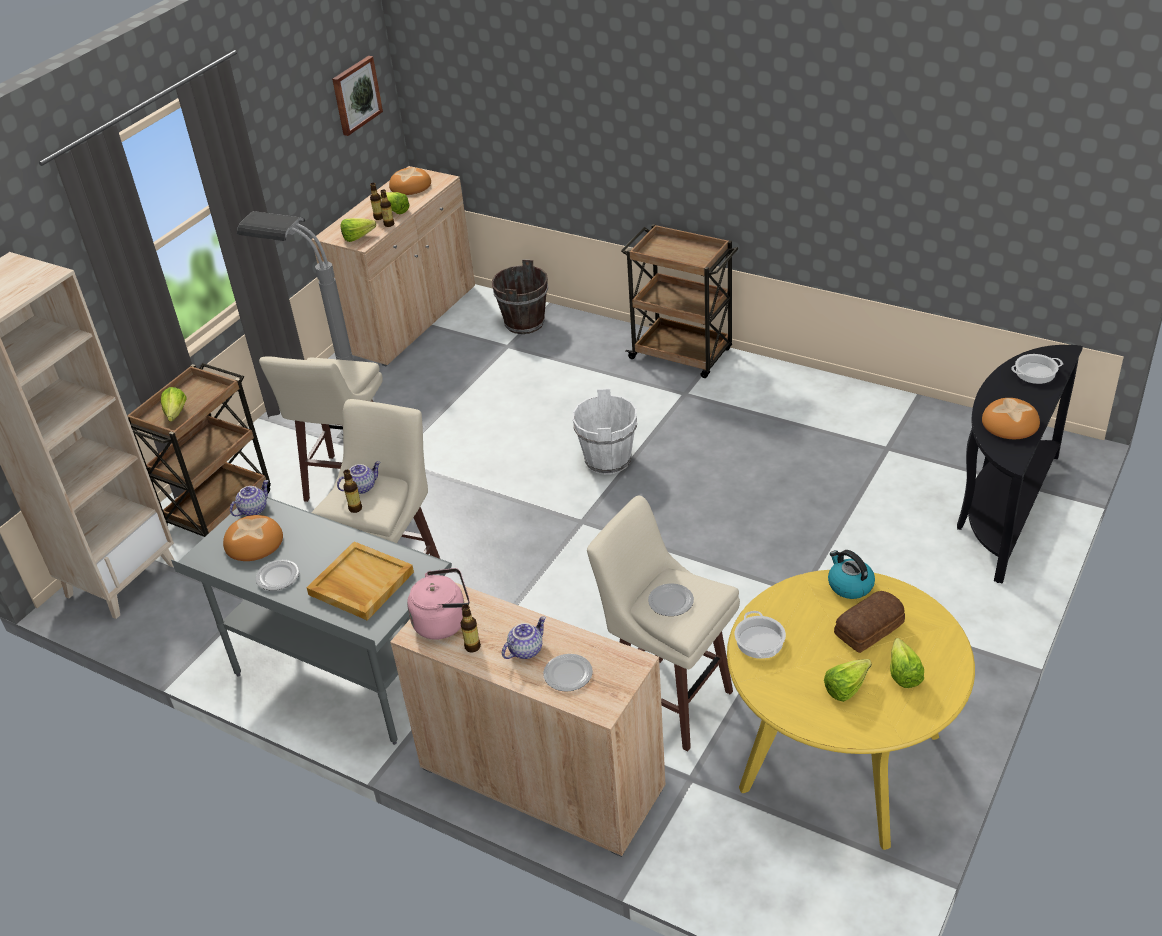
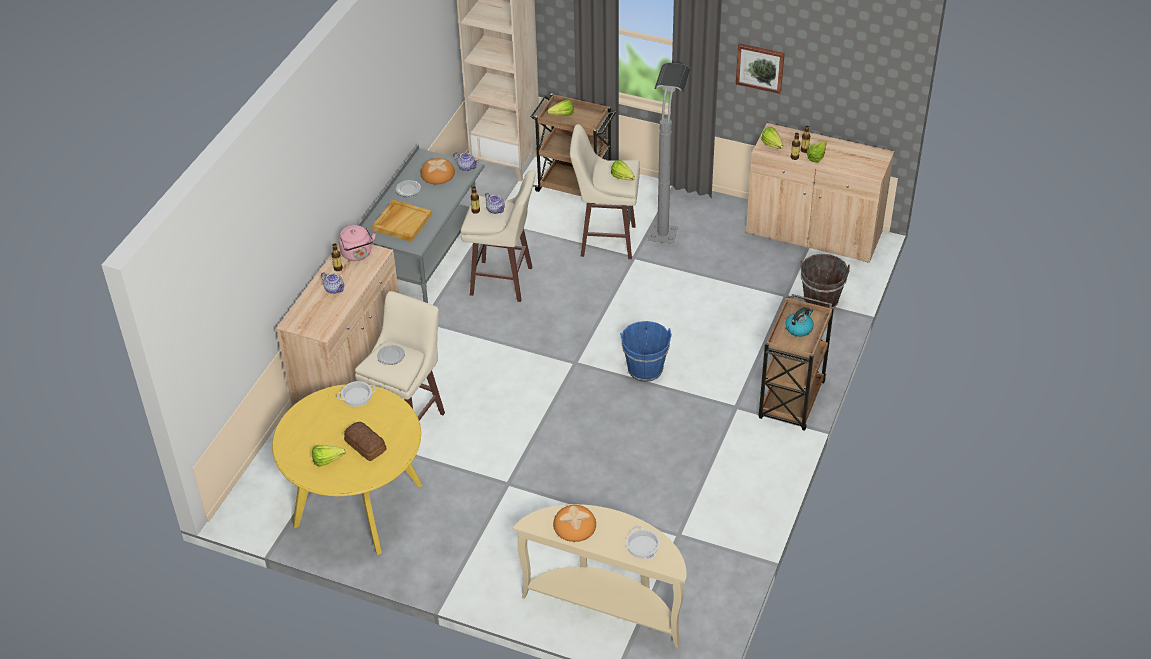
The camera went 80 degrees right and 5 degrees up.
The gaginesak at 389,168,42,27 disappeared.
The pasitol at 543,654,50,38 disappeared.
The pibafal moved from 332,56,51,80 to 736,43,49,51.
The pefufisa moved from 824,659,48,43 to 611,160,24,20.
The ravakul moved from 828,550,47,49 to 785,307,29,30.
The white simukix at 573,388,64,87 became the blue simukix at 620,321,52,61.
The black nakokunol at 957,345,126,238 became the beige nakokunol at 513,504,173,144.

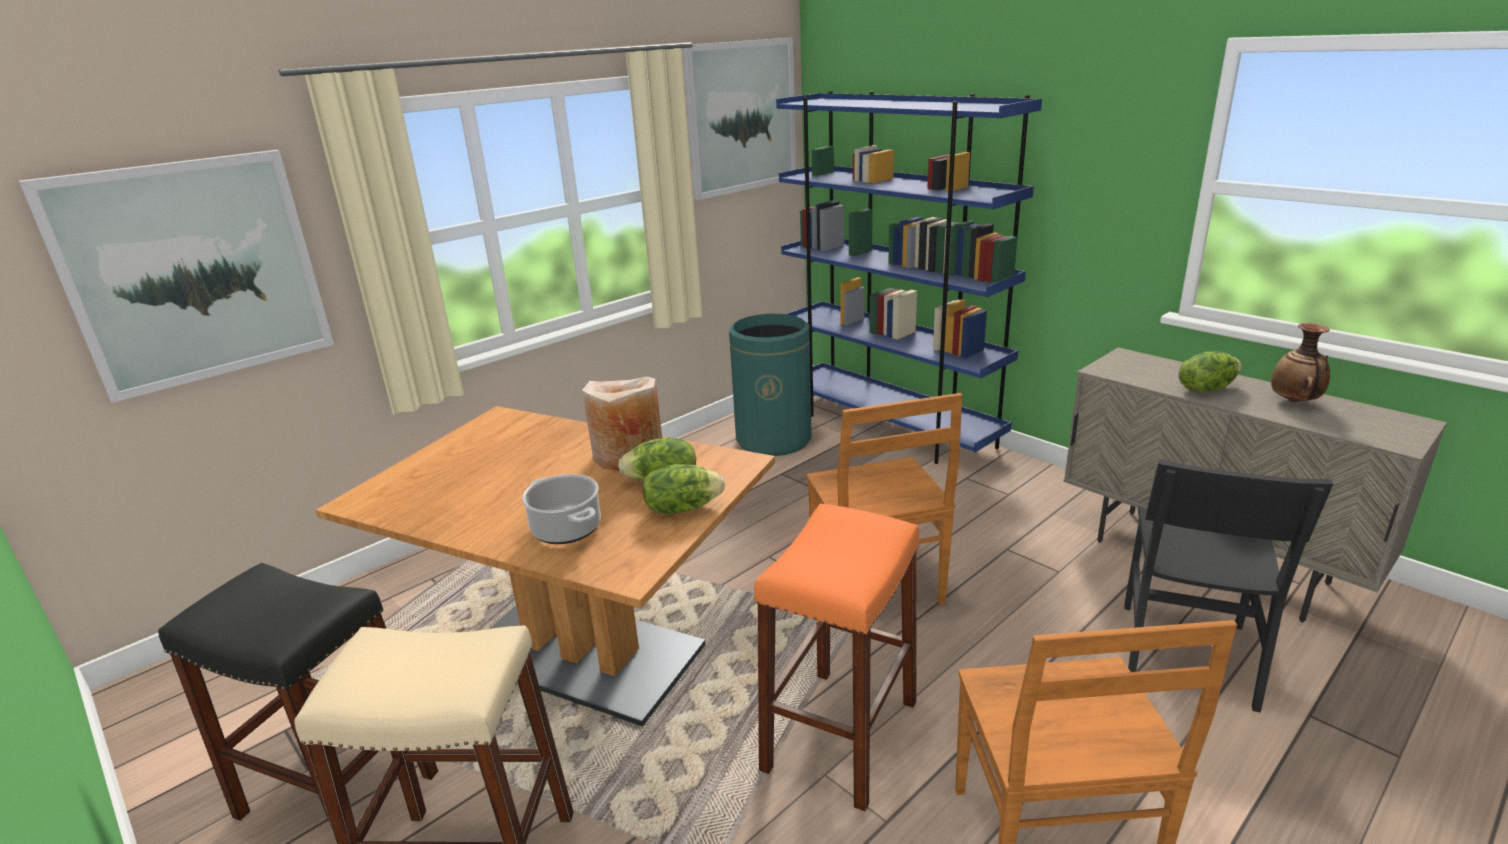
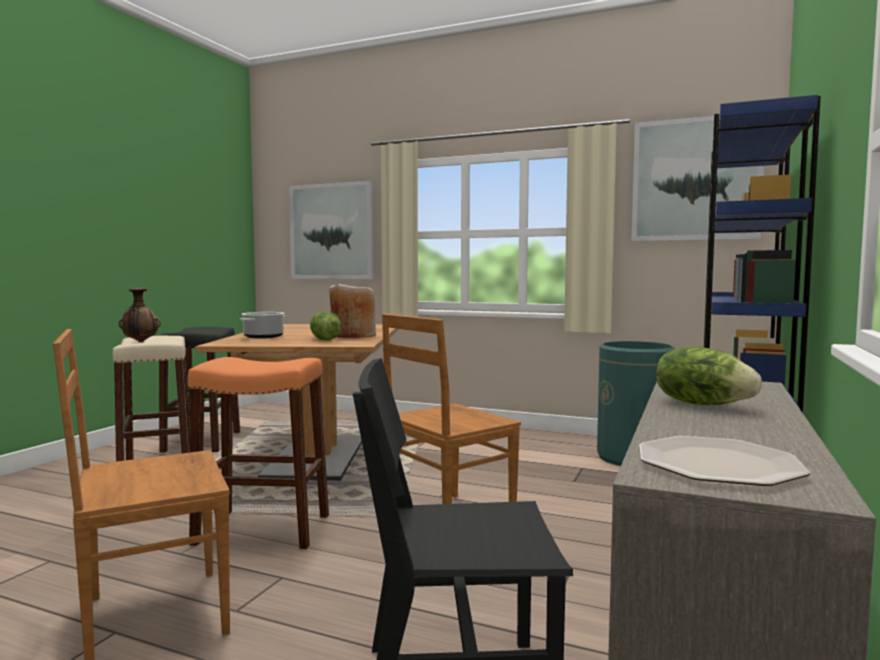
The camera went 65 degrees right and 20 degrees down.
The pefufisa at 643,464,82,50 disappeared.
The pasitol at 639,436,171,50 appeared.
The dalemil moved from 1271,323,59,79 to 119,288,42,54.

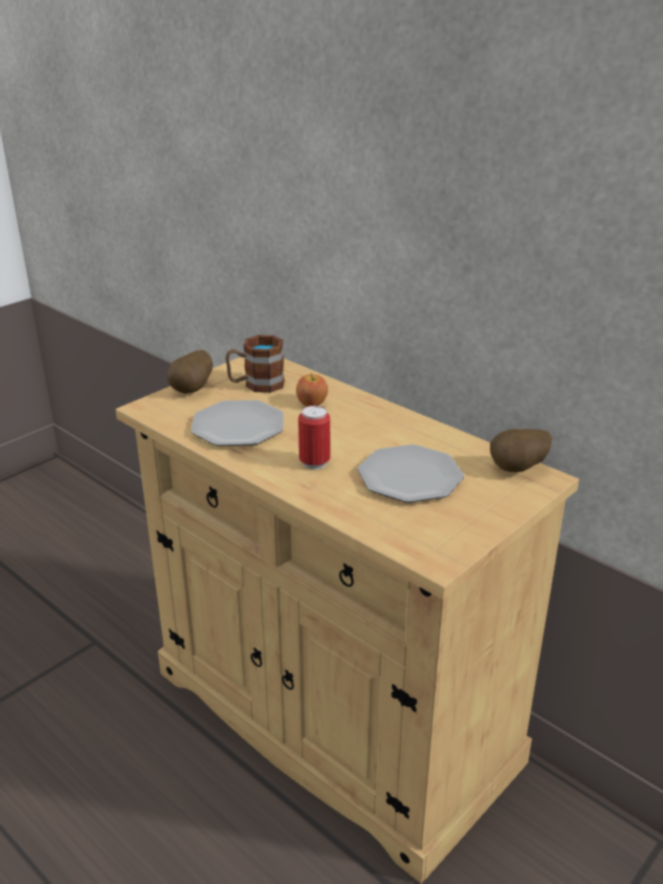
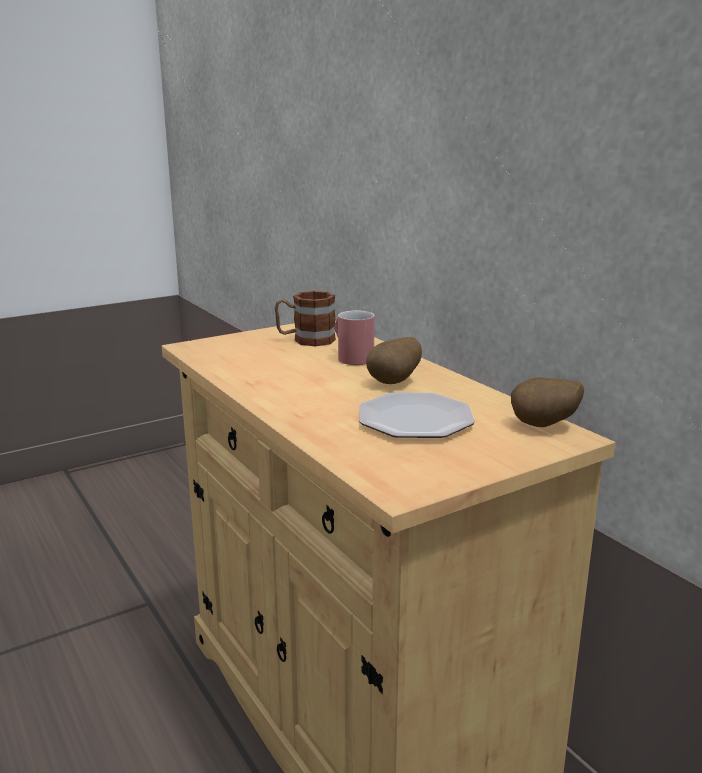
The camera went 15 degrees right and 10 degrees down.
The pasitol at 191,400,93,46 disappeared.
The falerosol at 298,405,32,65 disappeared.
The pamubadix moved from 167,350,46,44 to 366,337,56,47.
The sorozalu at 296,373,32,33 was replaced by the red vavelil at 334,310,41,55.

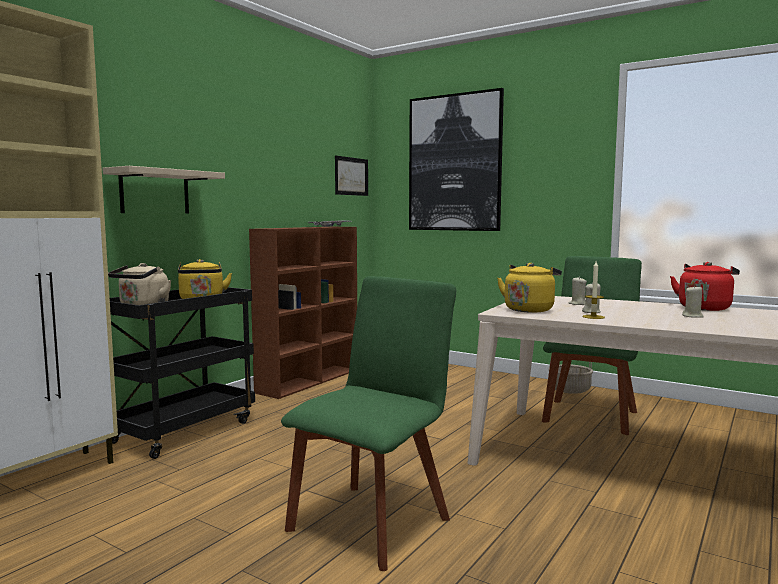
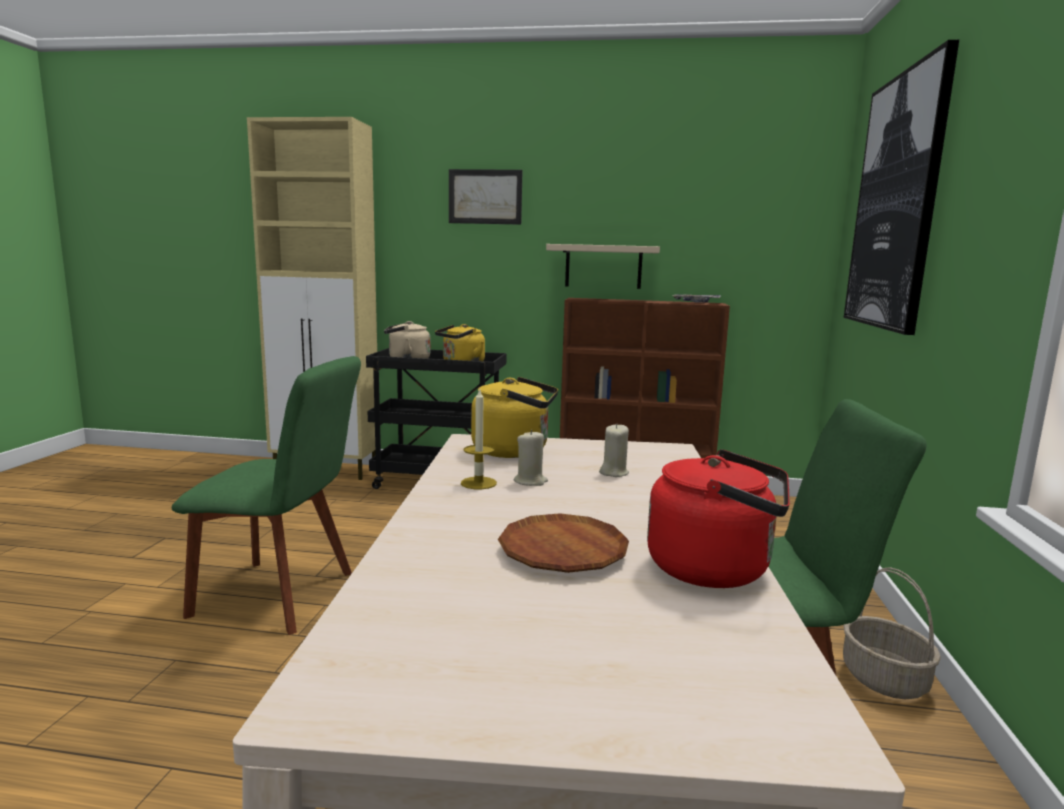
The camera went 65 degrees right and 5 degrees up.
The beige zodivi moved from 102,166,123,47 to 546,244,114,45.
The pibafal moved from 335,156,33,40 to 449,169,74,56.
The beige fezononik at 682,285,22,33 was replaced by the brown pasitol at 498,513,131,60.

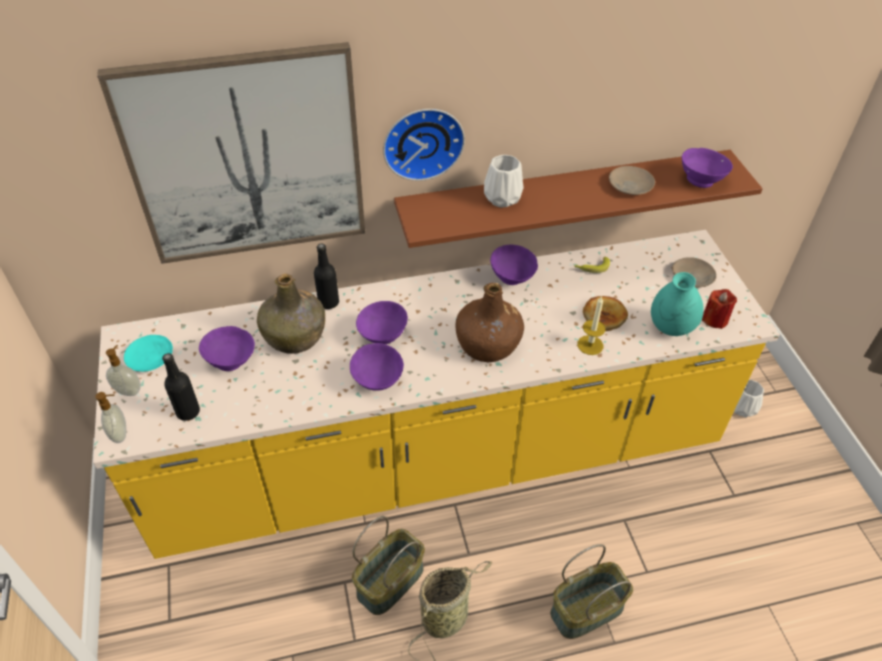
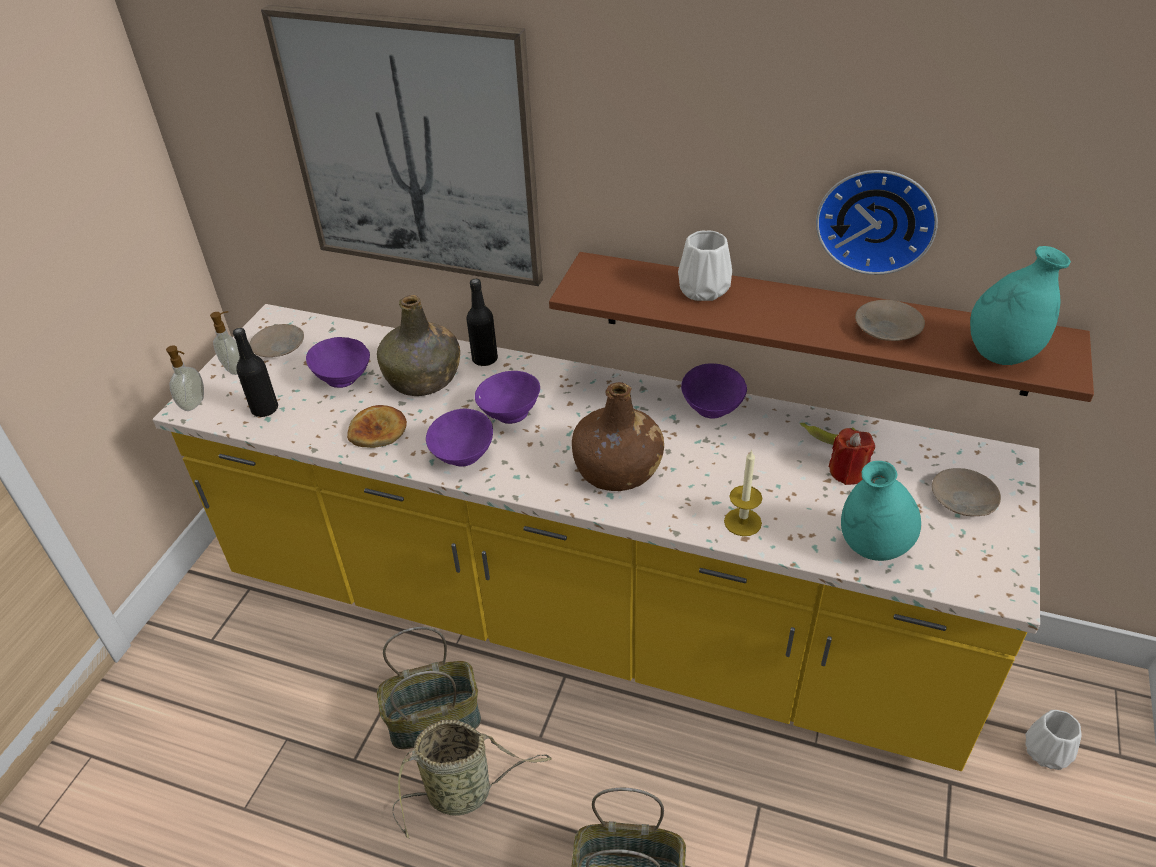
The camera went 35 degrees right and 5 degrees down.
The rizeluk moved from 383,109,82,72 to 816,170,122,105.
The gaginesak moved from 583,296,45,35 to 347,405,60,43.
The red fezononik moved from 702,289,35,40 to 829,428,46,57.
The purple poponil at 682,148,51,40 was replaced by the turquoise dalemil at 970,246,101,119.
The turquoise pasitol at 124,335,49,37 became the beige pasitol at 250,324,54,33.

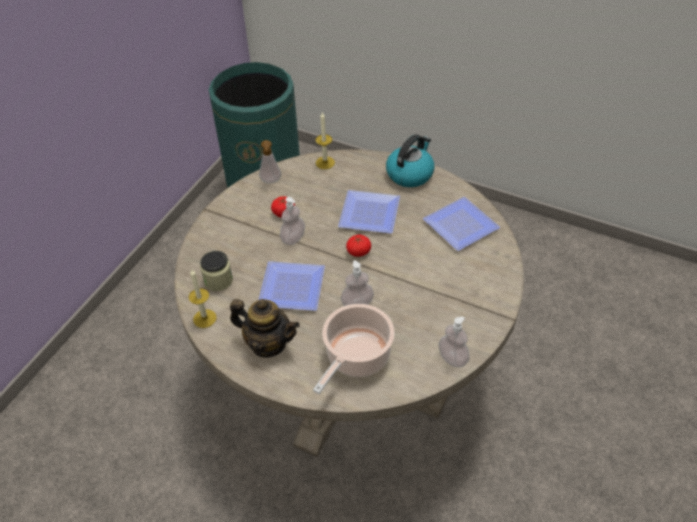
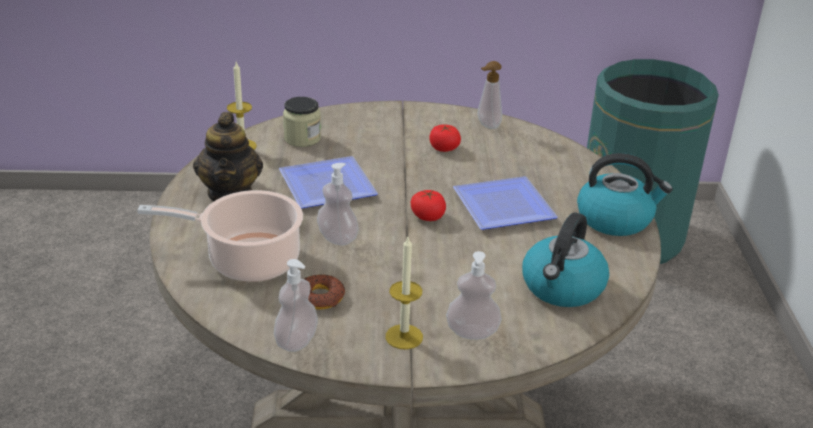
The camera went 60 degrees right and 15 degrees down.
The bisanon at 304,274,41,36 appeared.
The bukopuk moved from 280,197,25,48 to 446,251,56,89.
The fezononik moved from 316,112,19,57 to 385,237,38,113.
The pasitol at 423,197,77,54 was replaced by the ravakul at 522,212,87,95.

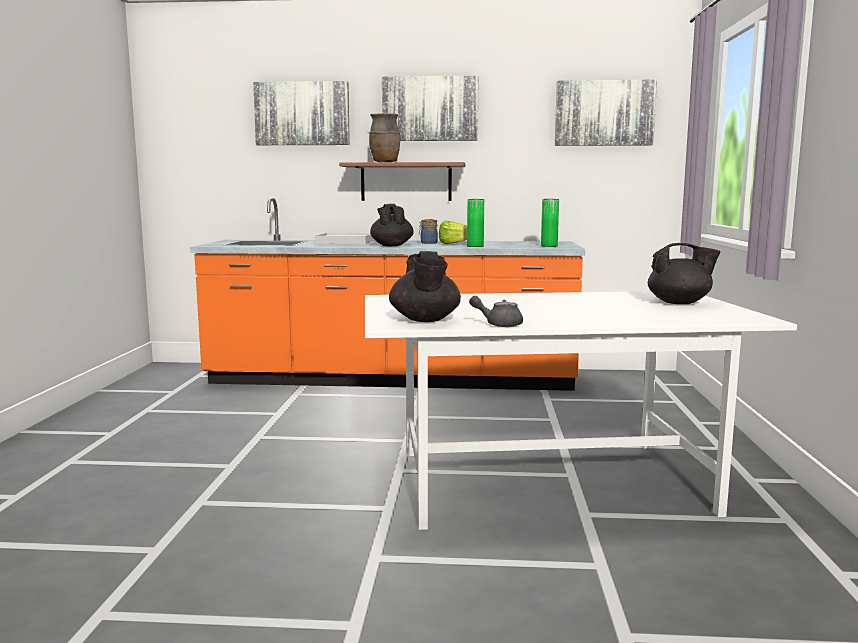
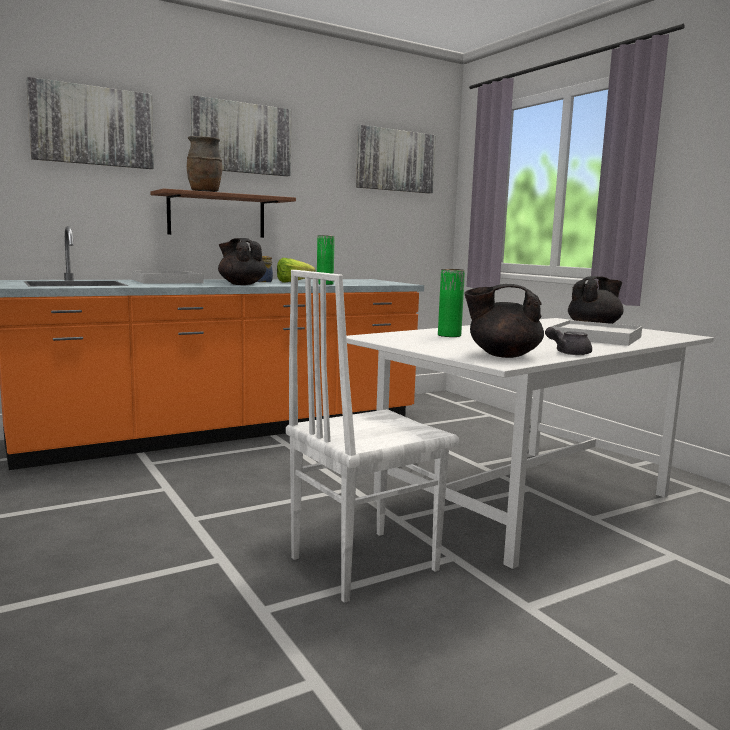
The camera went 35 degrees left and 0 degrees up.
The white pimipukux at 286,270,173,333 appeared.
The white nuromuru at 551,320,91,26 appeared.
The green dalemil moved from 541,199,18,48 to 438,269,27,68.
The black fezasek at 389,251,72,71 turned 135 degrees clockwise.

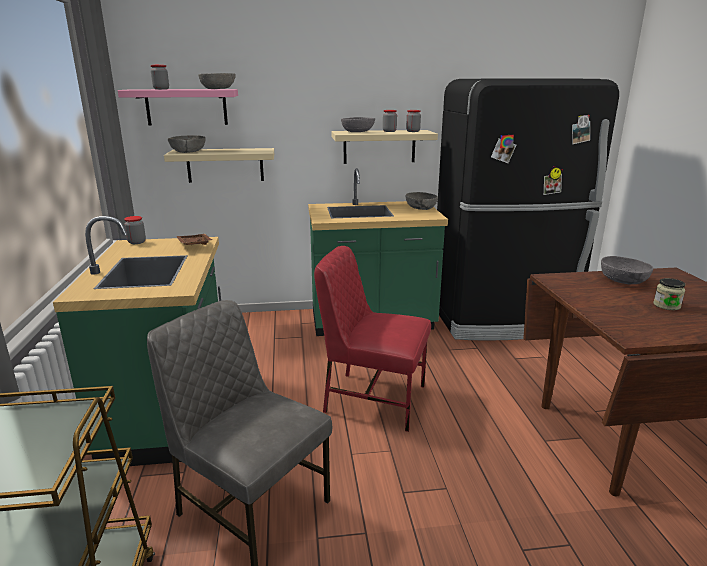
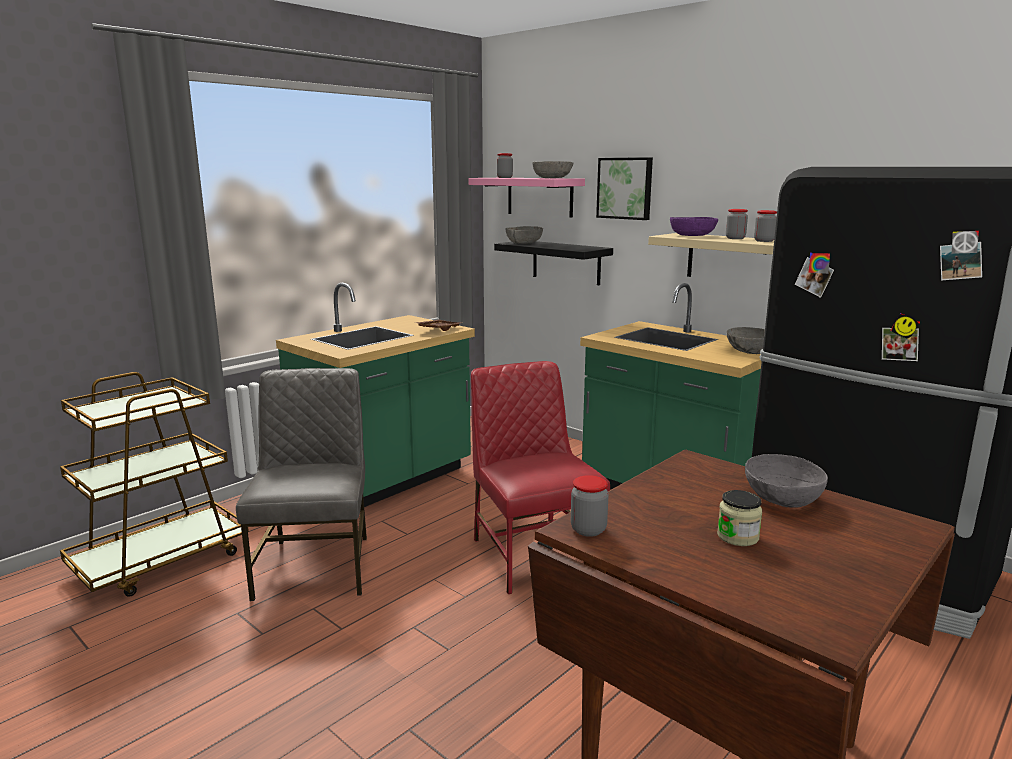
The camera went 50 degrees right and 5 degrees down.
The pibafal at 596,157,57,63 appeared.
The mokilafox moved from 124,216,22,28 to 571,475,38,62.
The beige zodivi at 164,148,110,35 became the black zodivi at 494,241,119,44.
The grey poponil at 341,117,34,15 became the purple poponil at 670,217,48,19.

